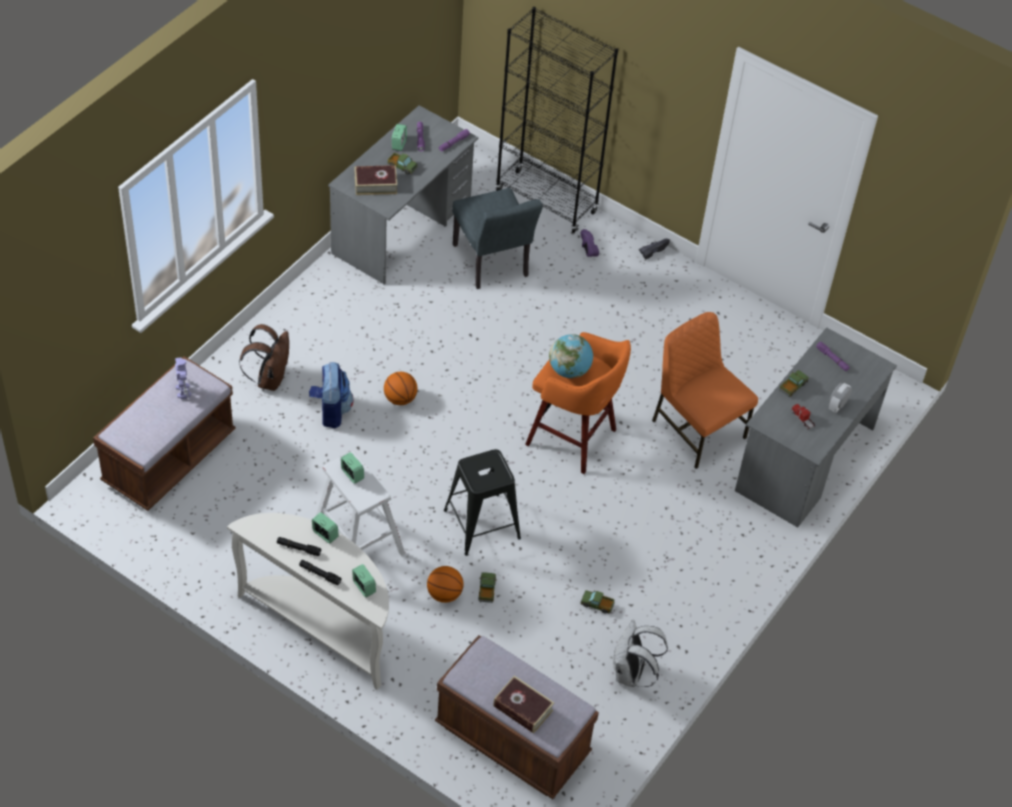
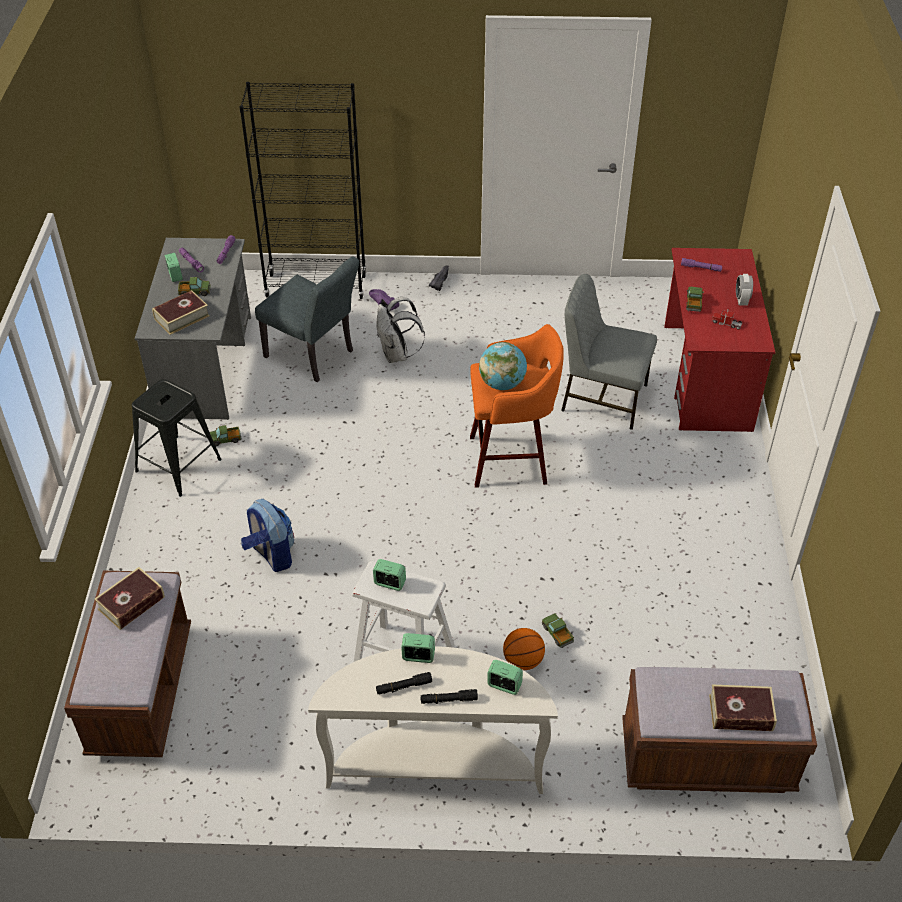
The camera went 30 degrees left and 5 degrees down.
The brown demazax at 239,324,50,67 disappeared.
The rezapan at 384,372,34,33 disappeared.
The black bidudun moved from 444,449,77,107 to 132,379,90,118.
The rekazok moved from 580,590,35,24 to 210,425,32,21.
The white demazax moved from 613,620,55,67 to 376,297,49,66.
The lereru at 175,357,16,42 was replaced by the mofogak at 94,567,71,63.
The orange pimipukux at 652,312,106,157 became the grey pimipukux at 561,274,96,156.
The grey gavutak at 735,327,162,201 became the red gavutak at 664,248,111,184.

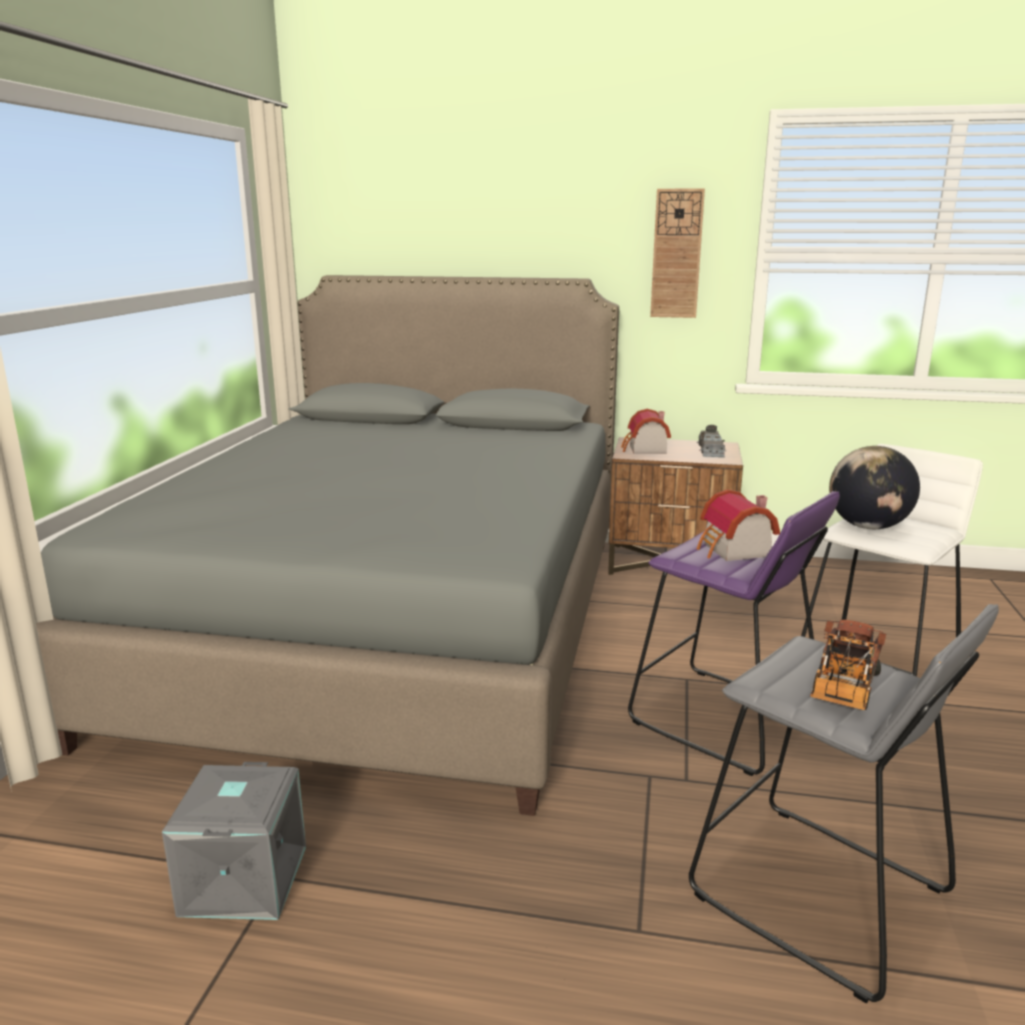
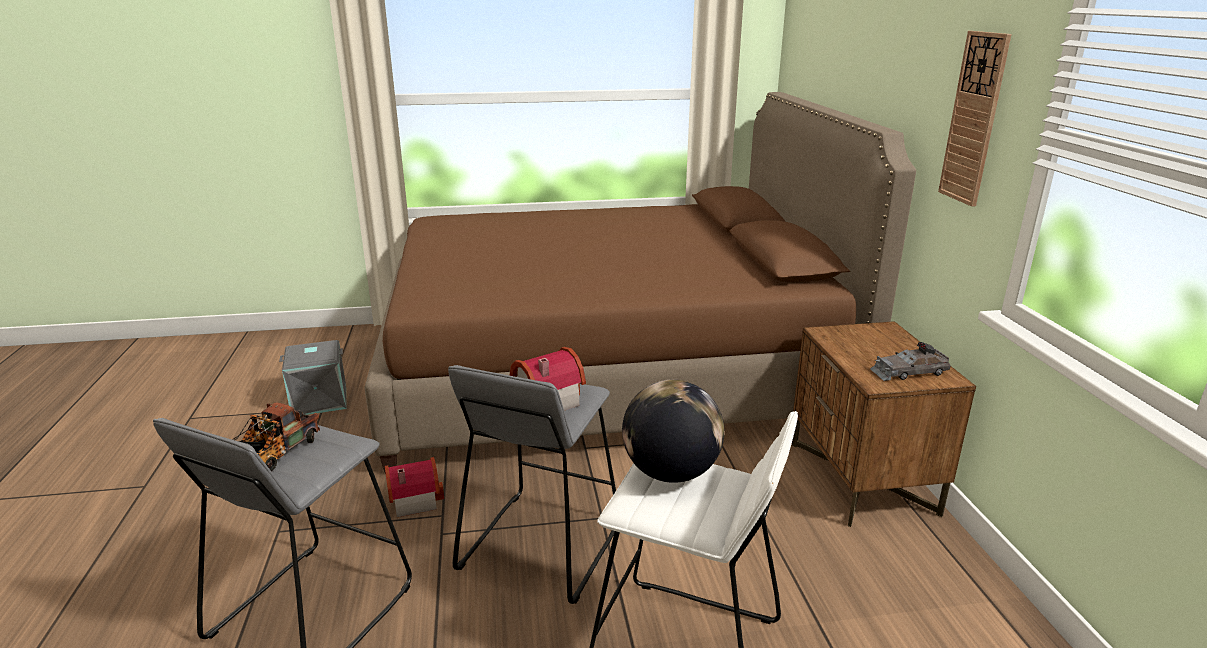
The camera went 70 degrees right and 5 degrees up.
The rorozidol moved from 621,409,50,45 to 385,457,59,60.
The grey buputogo at 36,275,583,541 became the brown buputogo at 364,92,552,382.
The purple bidudun at 628,491,212,285 became the grey bidudun at 448,365,168,239.
The rekazok at 810,620,76,90 turned 75 degrees counterclockwise.

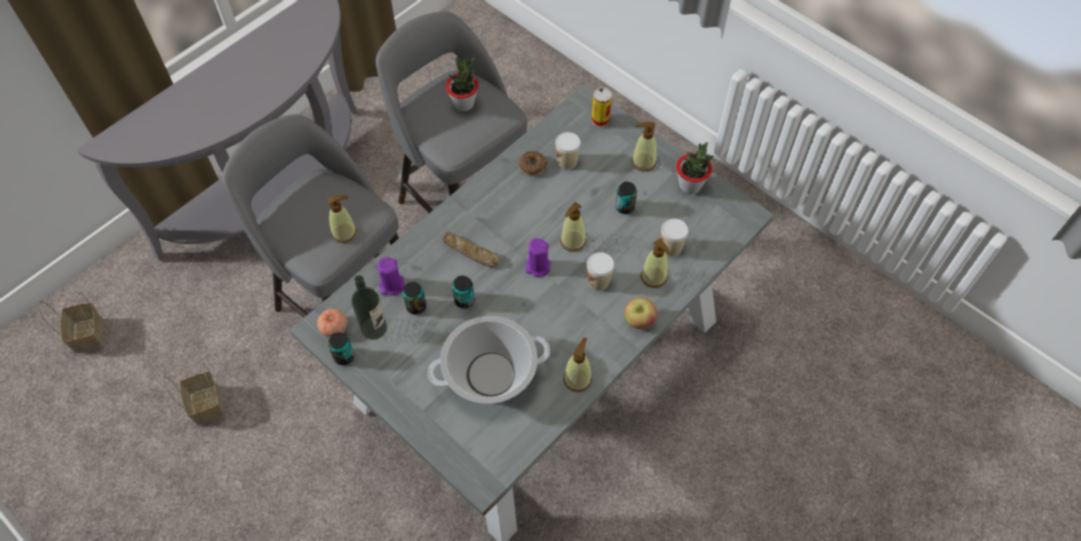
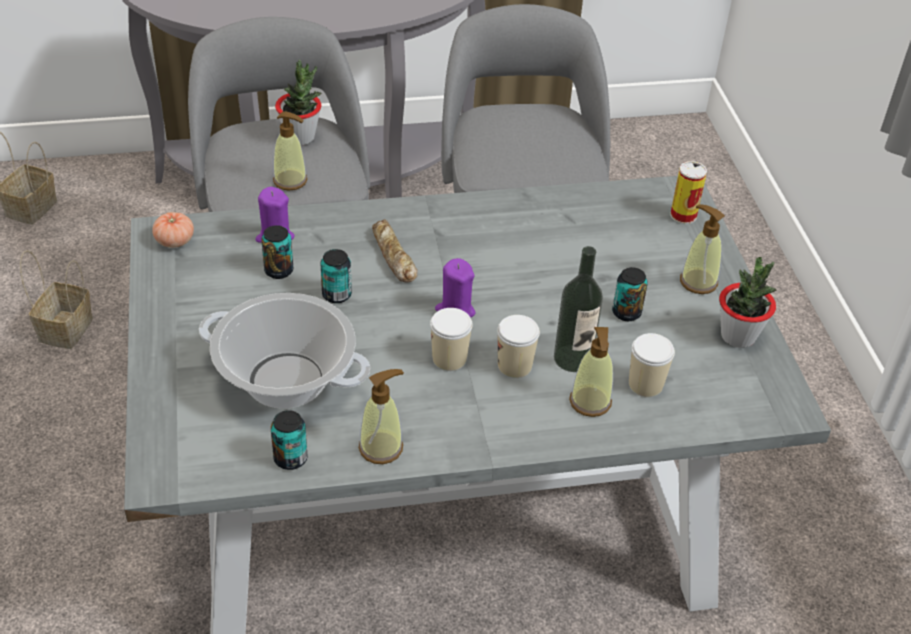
The camera went 35 degrees right and 15 degrees down.
The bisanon at 519,151,28,24 disappeared.
The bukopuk at 560,202,26,50 disappeared.
The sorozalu at 624,297,33,32 disappeared.
The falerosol moved from 328,332,26,33 to 271,410,37,60.
The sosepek moved from 351,275,36,65 to 554,246,49,126.
The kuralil moved from 446,56,32,55 to 275,60,46,85.
The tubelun moved from 555,132,26,37 to 430,308,43,63.

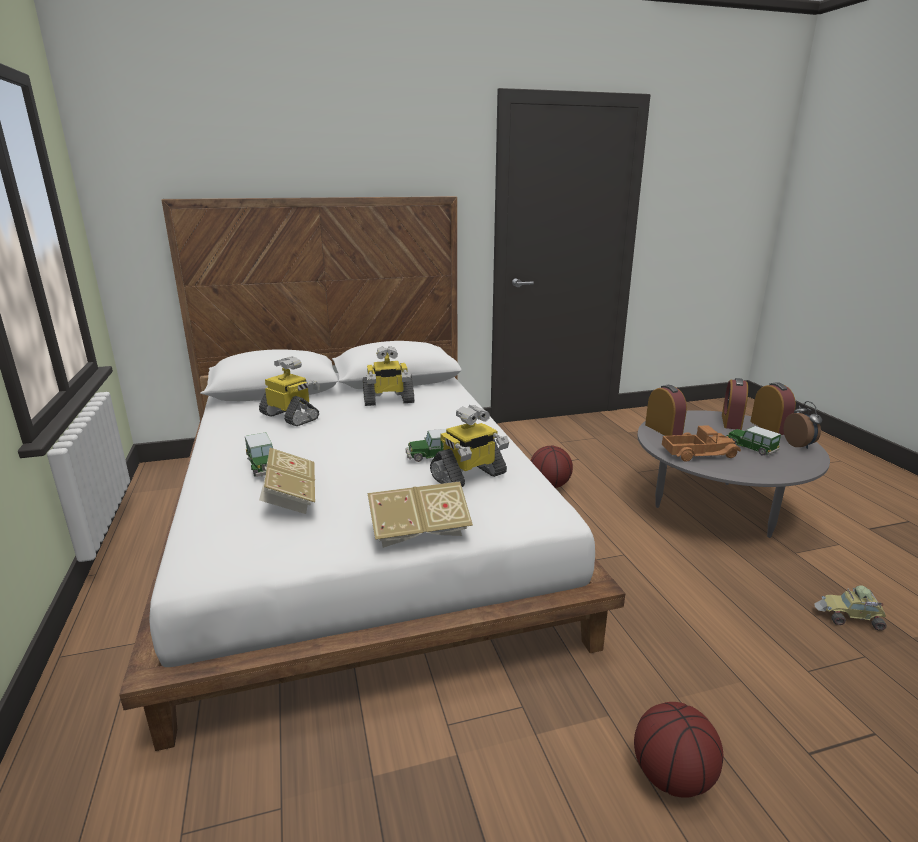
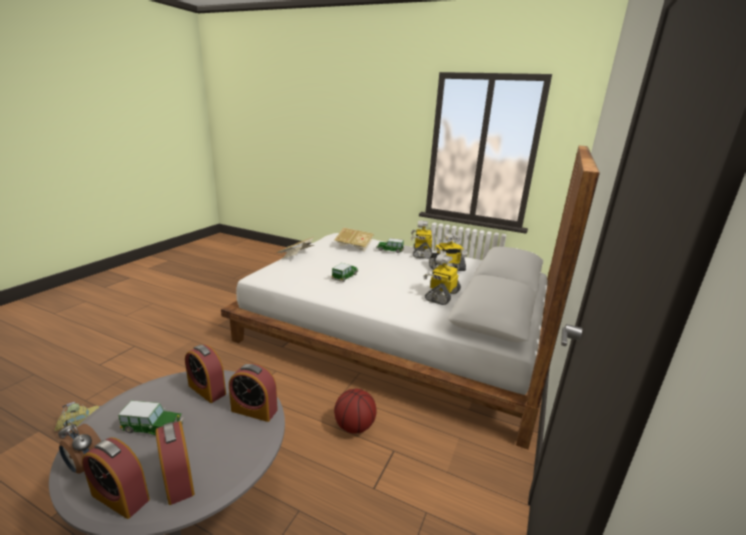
The camera went 130 degrees right and 0 degrees up.
The rezapan at 634,702,89,96 disappeared.
The lereru moved from 430,405,79,82 to 411,220,21,39.
The rekazok at 662,425,79,37 was replaced by the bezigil at 185,345,41,58.

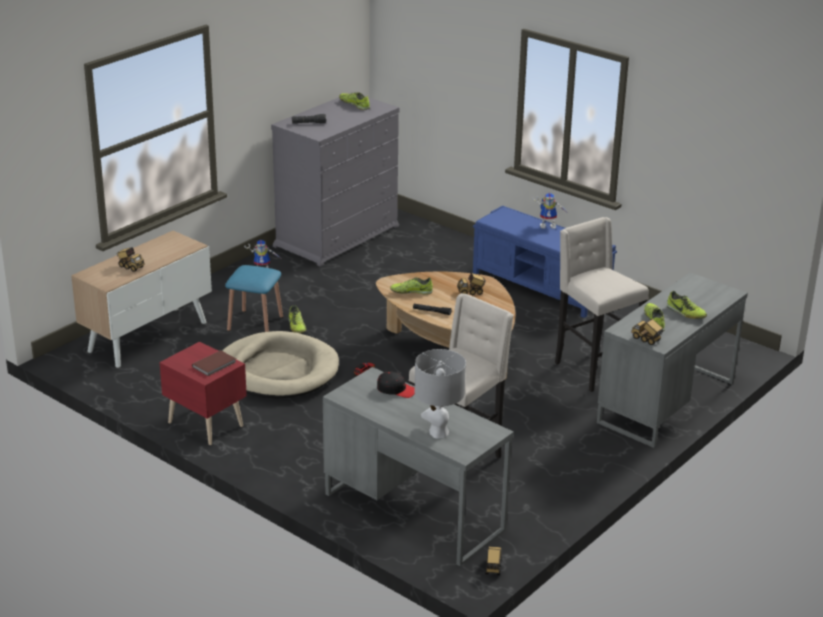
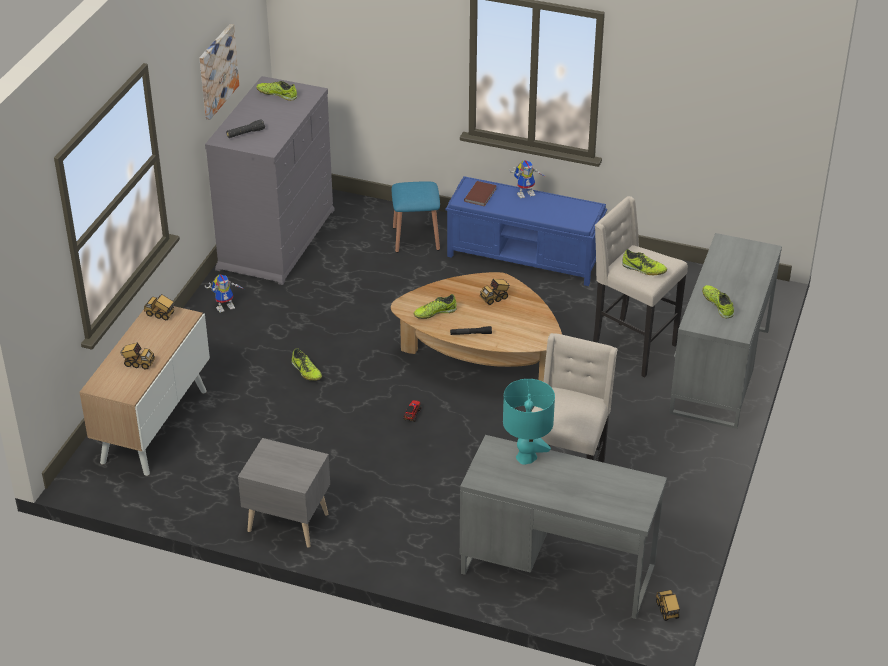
The camera went 20 degrees left and 10 degrees up.
The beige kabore at 222,331,117,68 disappeared.
The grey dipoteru at 415,349,51,90 disappeared.
The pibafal at 199,24,40,96 appeared.
The brown mofogak moved from 192,350,44,26 to 464,181,33,25.
The blue bidudun moved from 225,265,58,67 to 392,181,48,72.
The rekazok moved from 631,319,33,26 to 144,294,31,26.
The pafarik moved from 667,291,40,28 to 622,249,45,26.
The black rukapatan at 377,371,38,27 was replaced by the turquoise dipoteru at 503,379,52,85.
The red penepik at 159,341,88,104 became the grey penepik at 238,438,92,110.

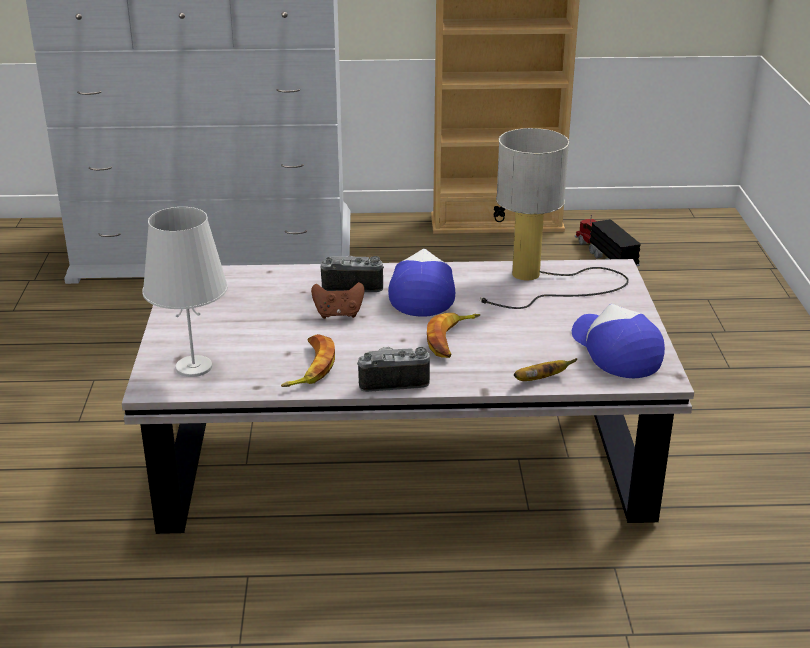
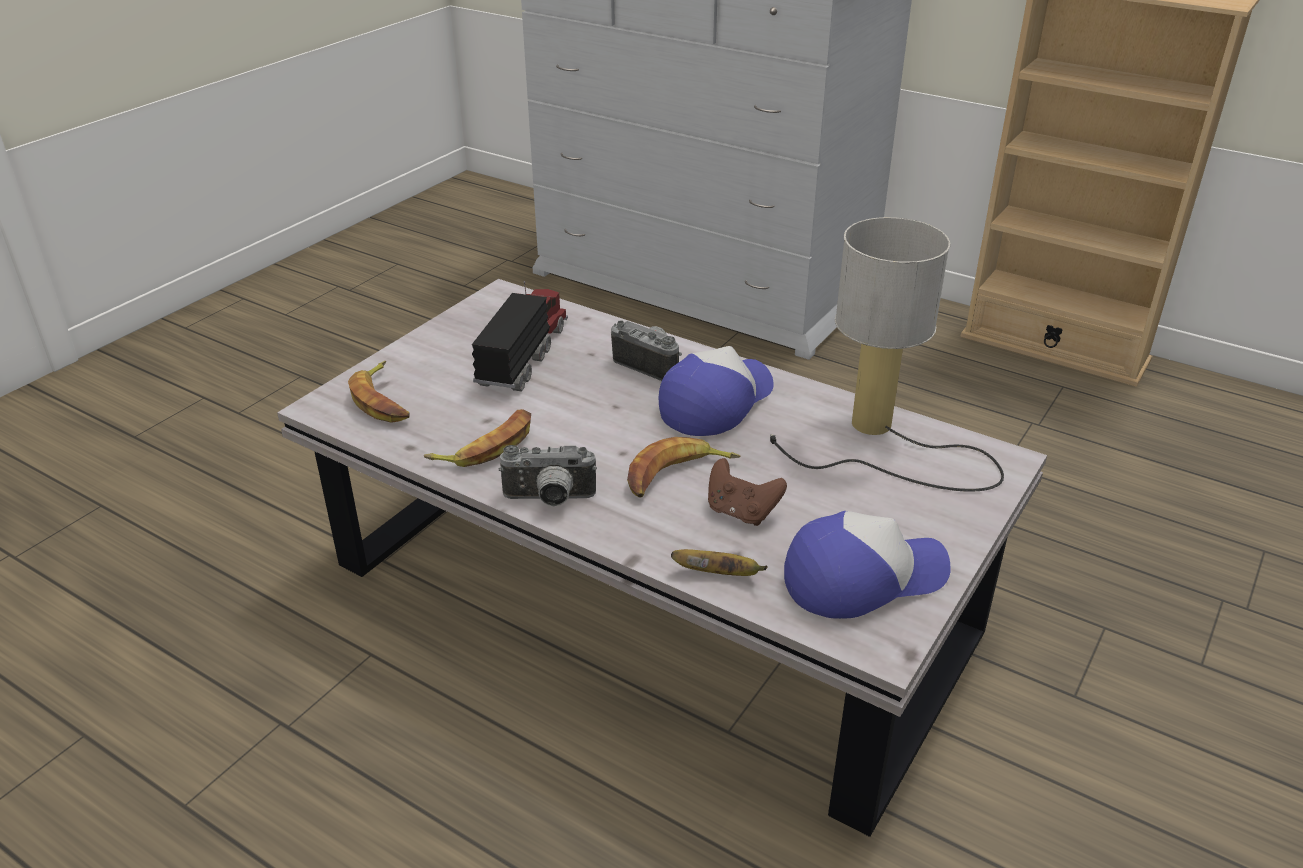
The camera went 35 degrees right and 5 degrees up.
The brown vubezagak moved from 311,282,53,37 to 708,458,79,68.
The rekazok moved from 575,215,66,51 to 472,281,96,111.
The white dipoteru at 142,207,86,170 was replaced by the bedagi at 348,360,62,63.
The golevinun at 357,347,73,45 turned 150 degrees clockwise.
The rukapatan at 572,304,93,74 turned 60 degrees clockwise.

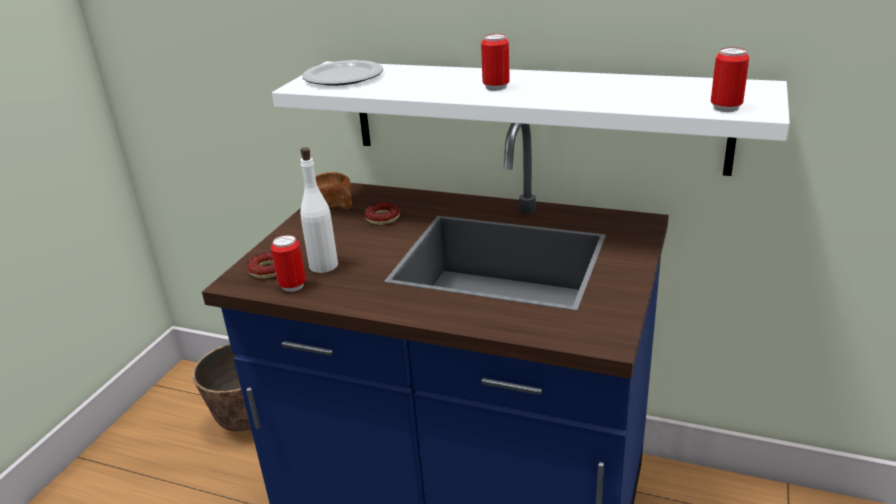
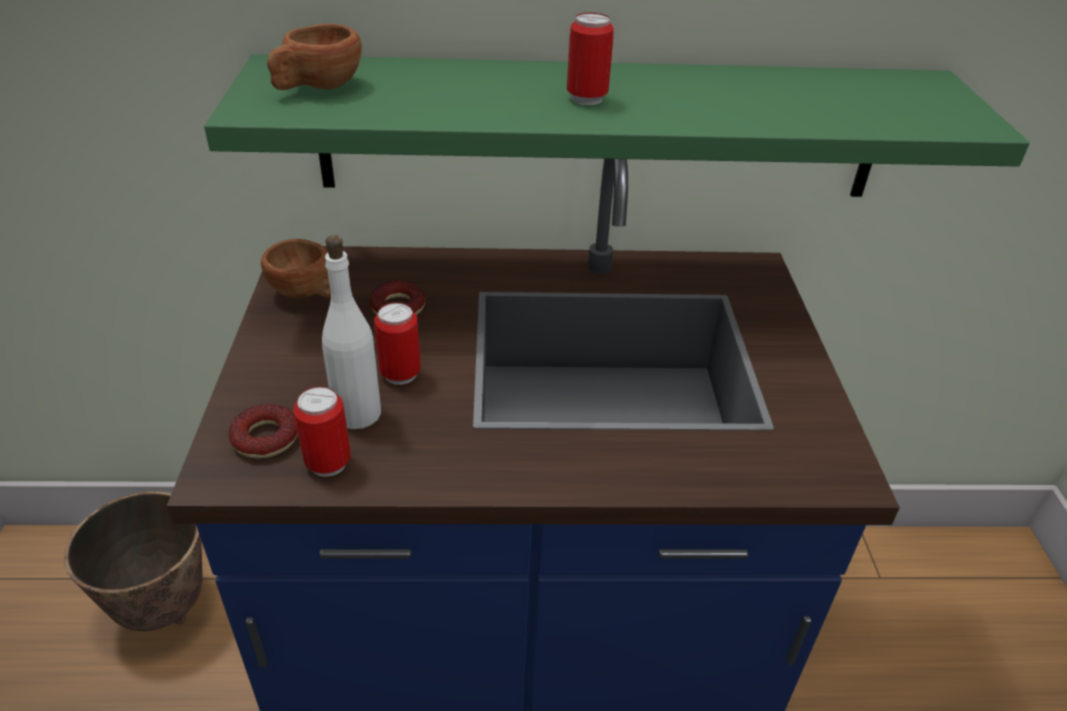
The camera went 25 degrees left and 10 degrees up.
The falerosol moved from 711,47,38,65 to 374,302,47,83.
The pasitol at 302,60,81,26 was replaced by the brown tubelun at 267,24,95,66.
The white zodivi at 272,62,518,114 became the green zodivi at 204,54,826,143.

